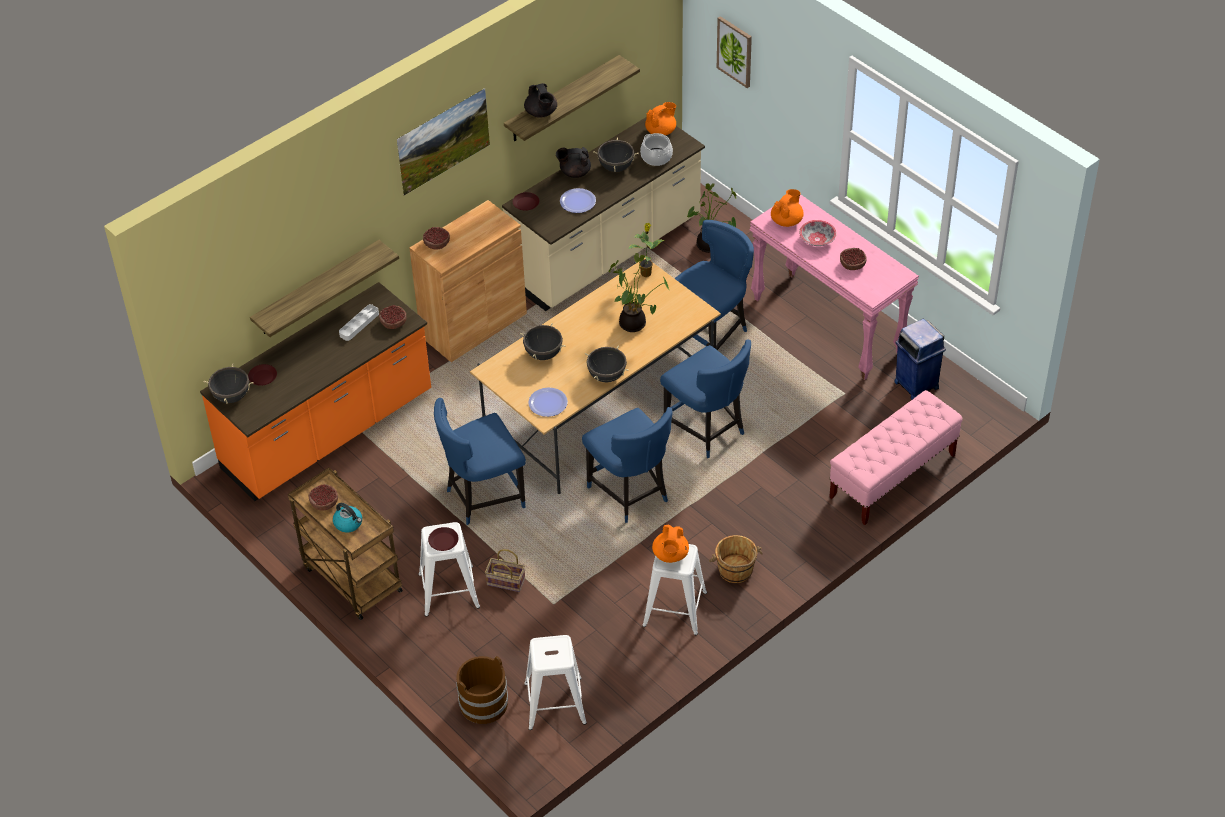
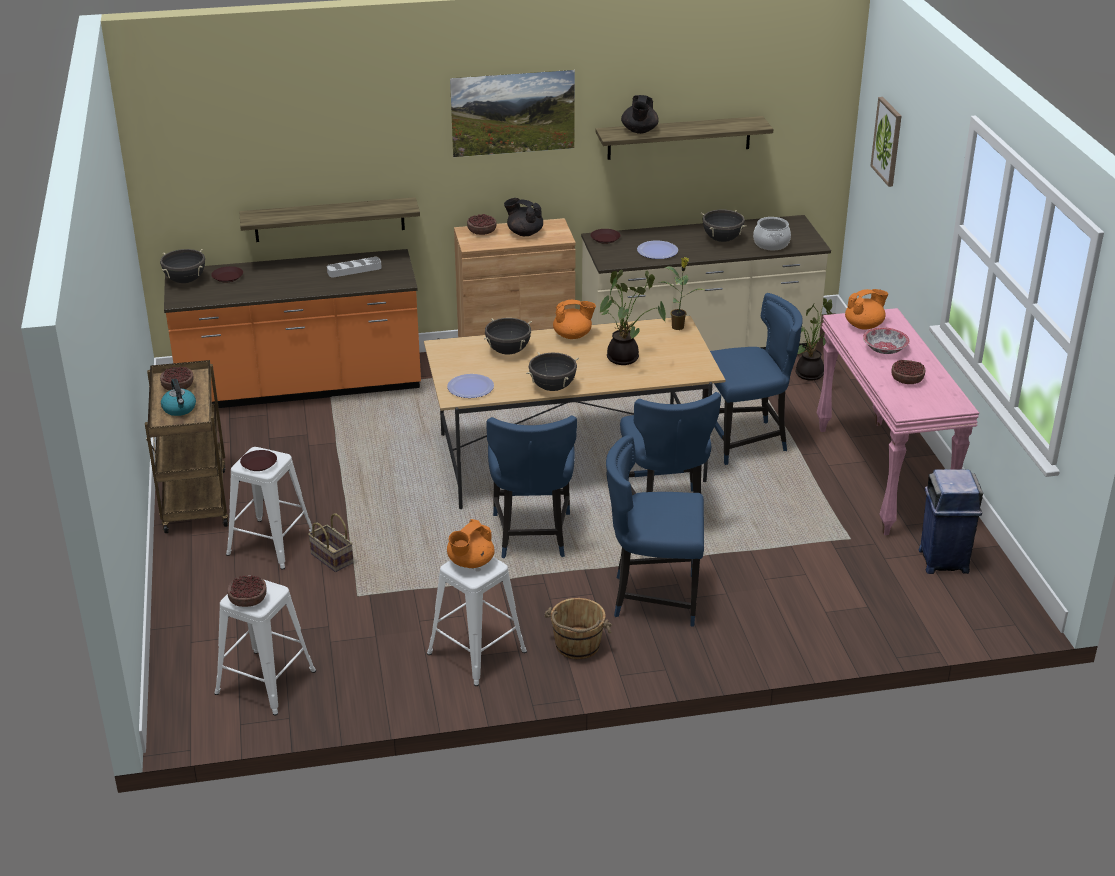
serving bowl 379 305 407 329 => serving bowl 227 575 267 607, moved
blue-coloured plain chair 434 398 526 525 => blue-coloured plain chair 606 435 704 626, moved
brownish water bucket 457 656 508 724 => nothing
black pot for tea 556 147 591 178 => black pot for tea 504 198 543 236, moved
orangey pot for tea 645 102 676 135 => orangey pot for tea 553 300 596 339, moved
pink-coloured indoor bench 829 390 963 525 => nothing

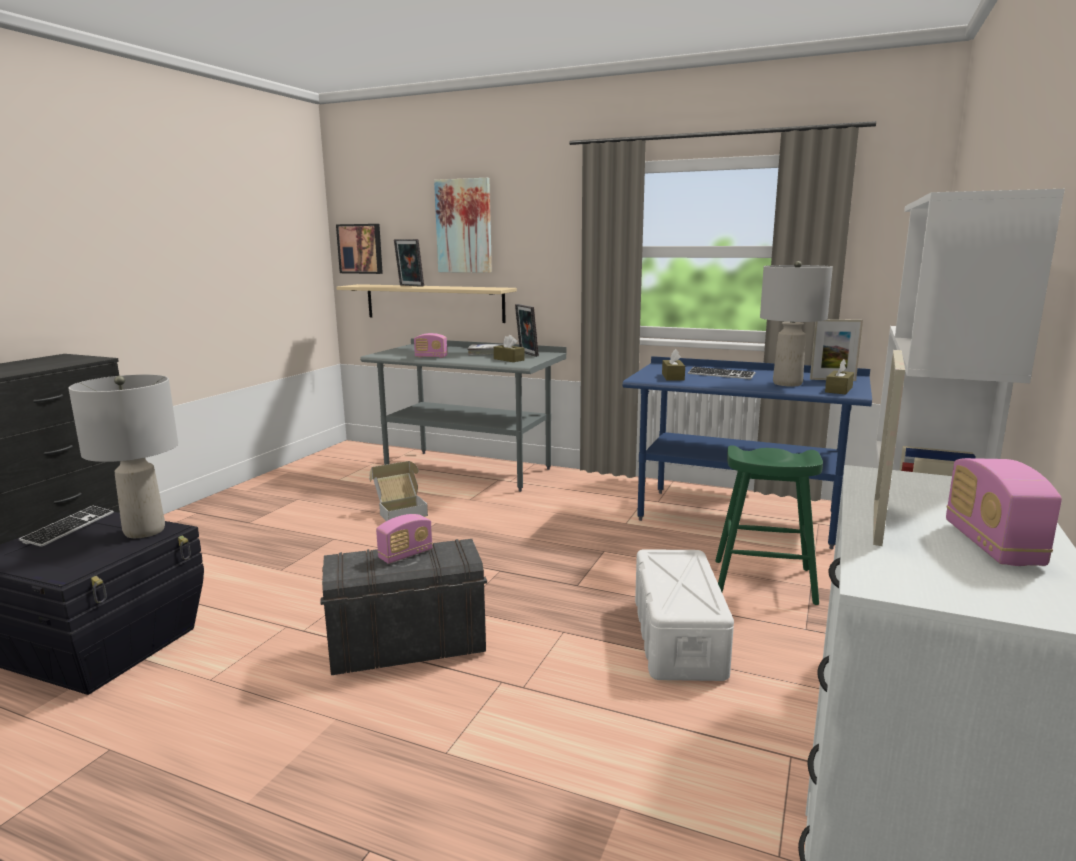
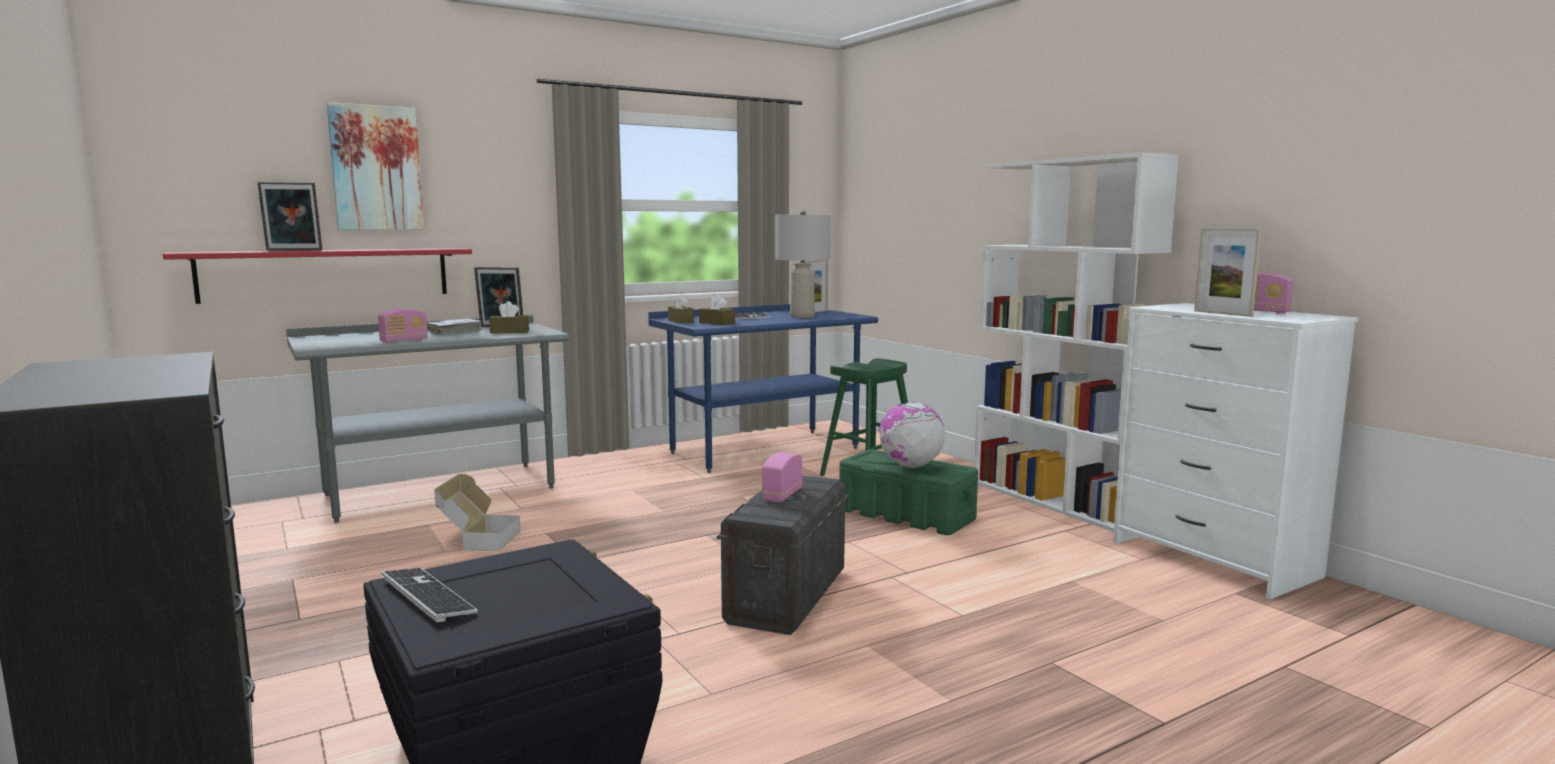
greyish lamp for a table 68 375 178 538 => nothing
picture 336 224 383 274 => nothing
beige-coloured shelf 336 284 517 323 => red-coloured shelf 163 248 472 304
radio receiver 376 514 433 564 => radio receiver 762 452 803 502, 150 degrees counterclockwise
white-coloured storage bin 635 549 734 681 => green storage bin 839 449 978 535
brownish box of tissues 825 359 854 395 => brownish box of tissues 668 294 694 324, moved
nothing => globe 879 402 945 468

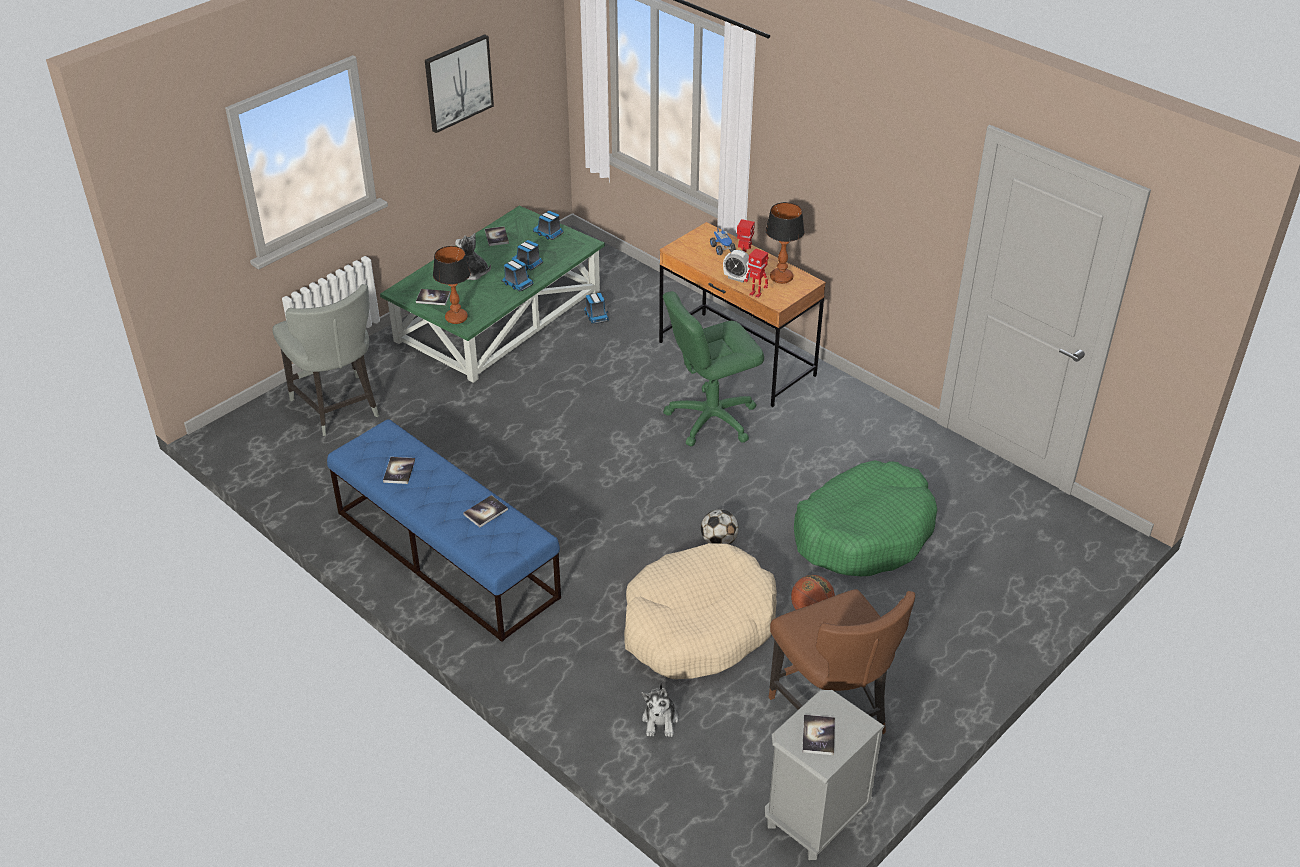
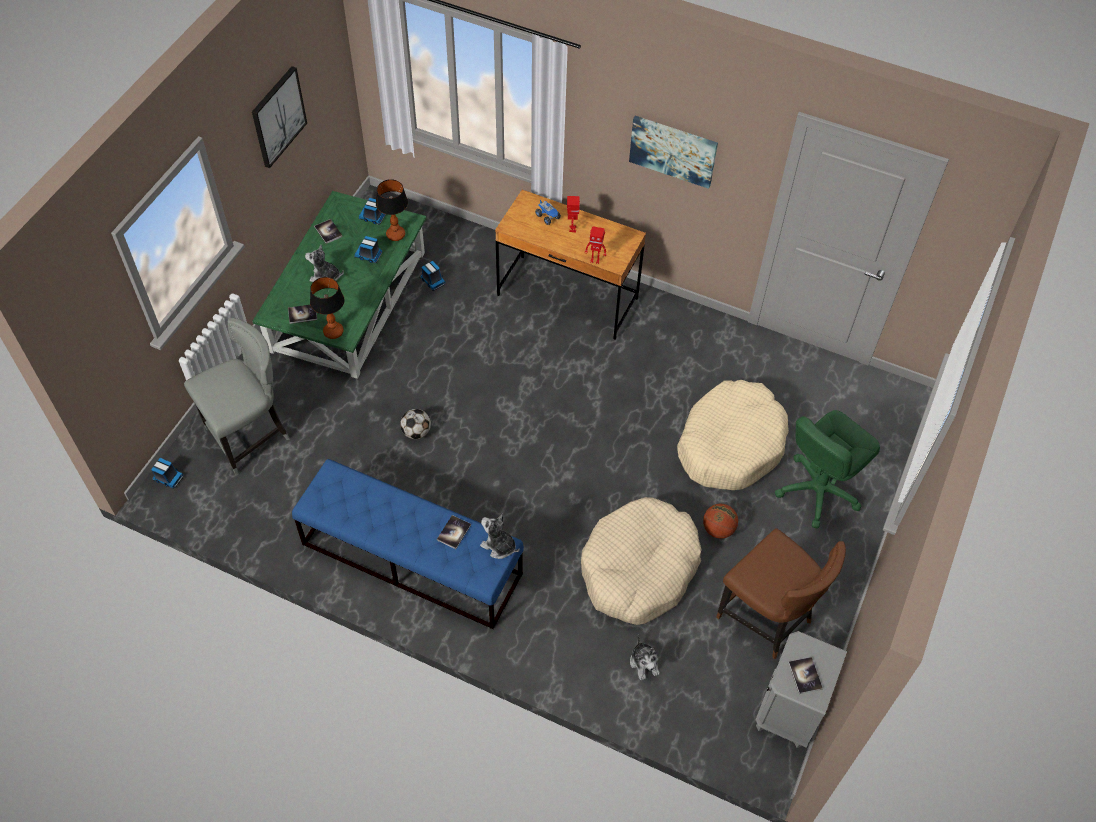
greyish plain chair 272 284 379 436 => greyish plain chair 184 318 290 475, 75 degrees counterclockwise
volume 383 457 415 484 => nothing
toy truck 502 259 533 291 => toy truck 151 458 184 489, moved
green desk chair 663 291 764 446 => green desk chair 775 410 880 529, moved
ball for football 701 509 739 545 => ball for football 400 409 431 439, moved
table clock 723 250 751 283 => nothing
lamp for a table 765 202 805 284 => lamp for a table 376 180 408 241, moved
green pet bed 794 460 937 576 => beige-coloured pet bed 677 380 789 490
nothing => cuddly toy 480 513 520 559
nothing => picture 629 116 718 189

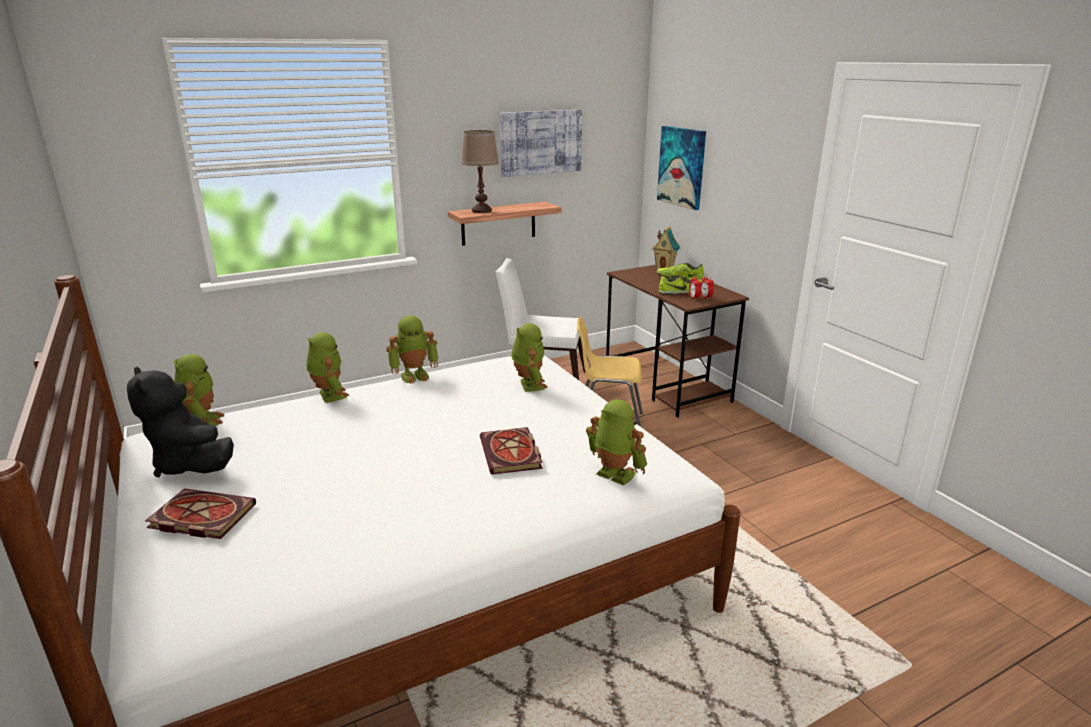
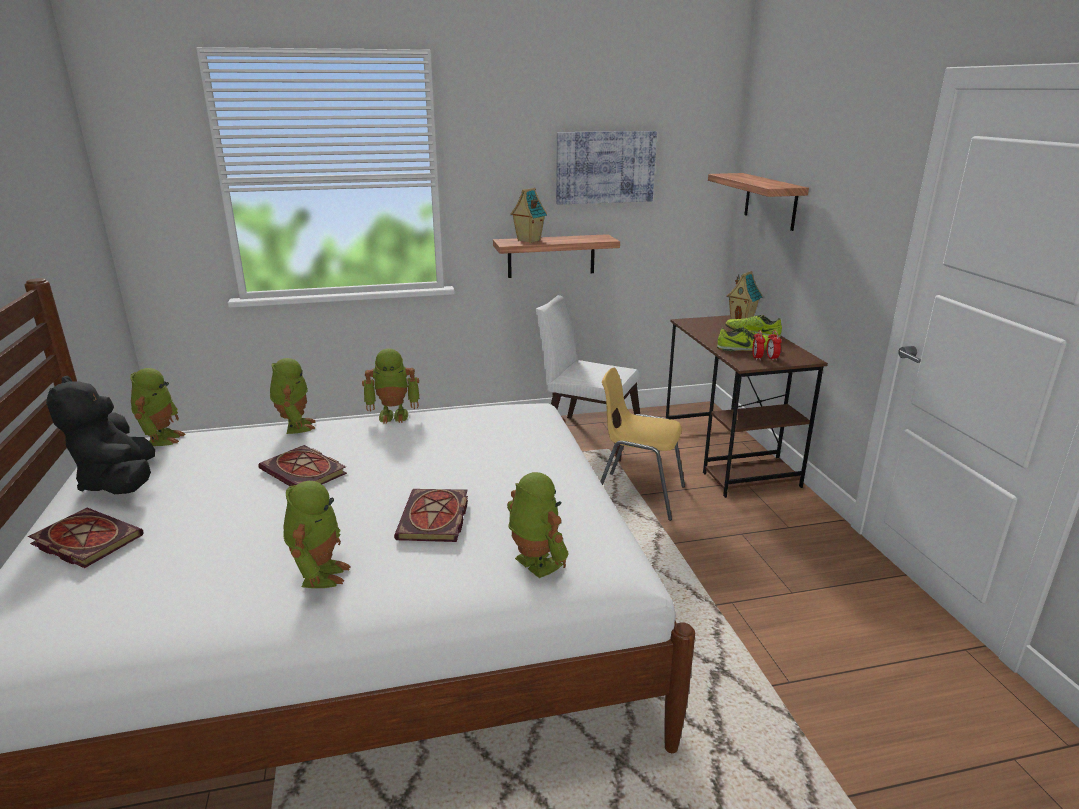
brownish lamp for a table 461 130 499 213 => toy house 510 188 547 243
model robot 511 323 548 392 => model robot 283 481 351 588, moved
picture 657 126 706 210 => shelf 708 173 809 231
nothing => volume 258 445 347 486

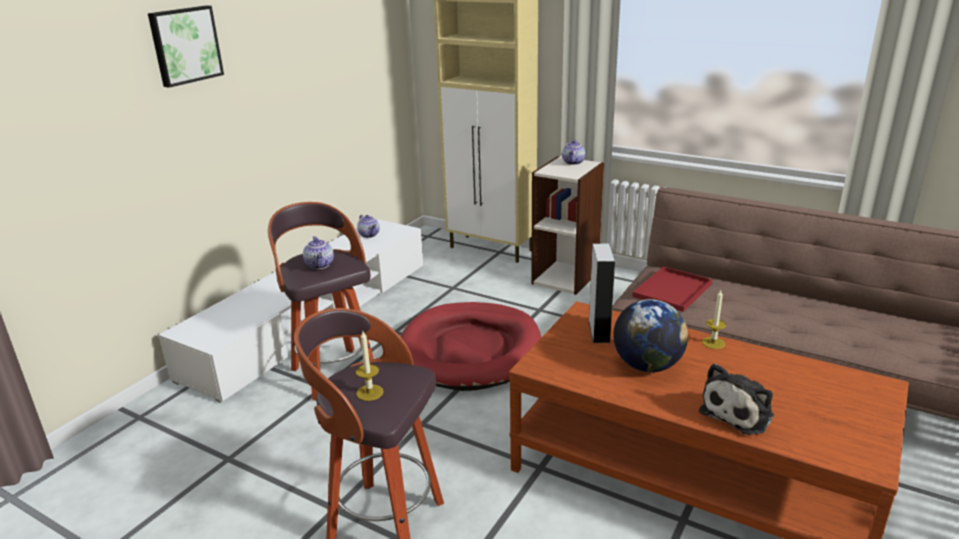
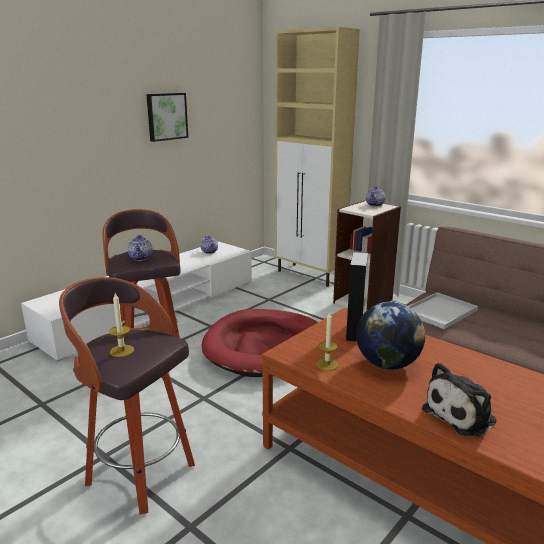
picture 148 6 224 88 => picture 146 93 188 142, moved
red-coloured serving tray 632 266 712 312 => white-coloured serving tray 408 292 478 329
wax candle 702 290 726 349 => wax candle 316 312 338 371, moved

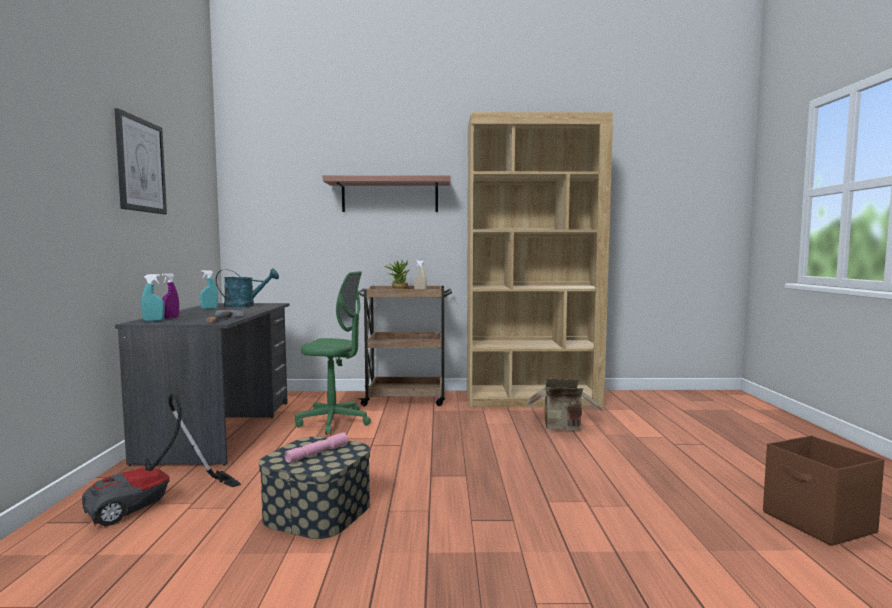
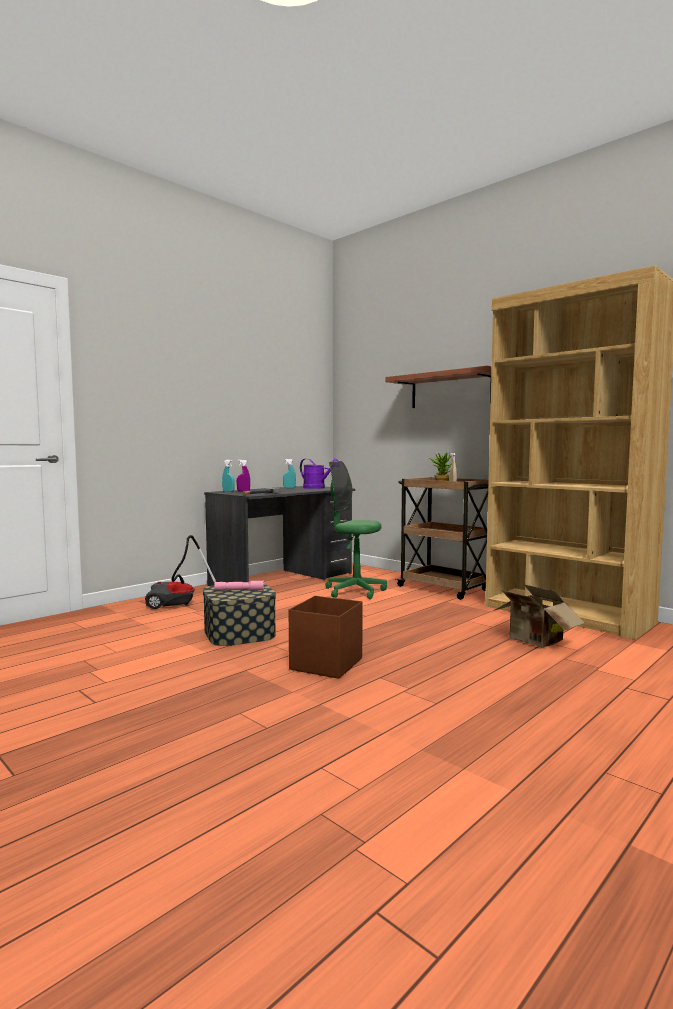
picture 115 108 167 214 => nothing
turquoise sprinkling can 215 269 279 308 => purple-coloured sprinkling can 300 458 339 489
green desk chair 295 271 371 435 => green desk chair 325 461 387 599, 150 degrees clockwise
brownish storage bin 763 436 884 546 => brownish storage bin 289 596 363 679, moved

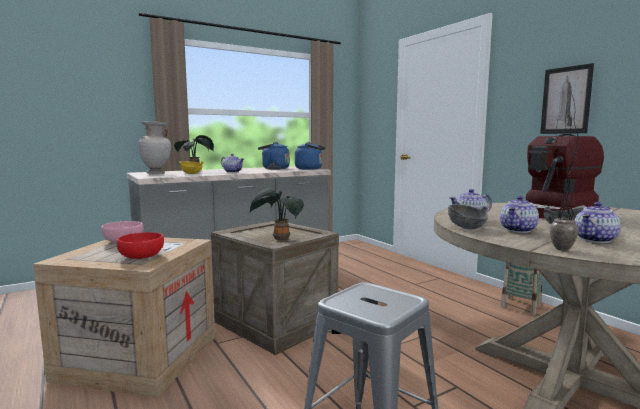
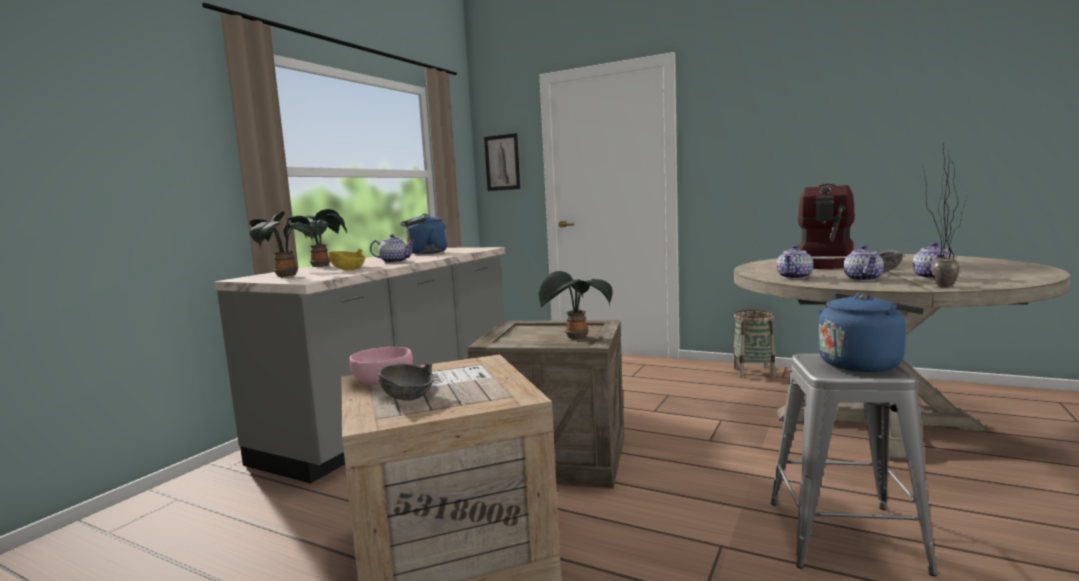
red-coloured serving bowl 117 232 164 259 => nothing
beige-coloured decorative vase 138 121 171 174 => potted plant 249 211 314 278
blue-coloured kettle 295 142 326 170 => blue-coloured kettle 817 293 924 372, moved
greyish serving bowl 448 204 488 229 => greyish serving bowl 378 362 434 401, moved
picture 540 63 594 134 => picture 484 133 520 191, moved

